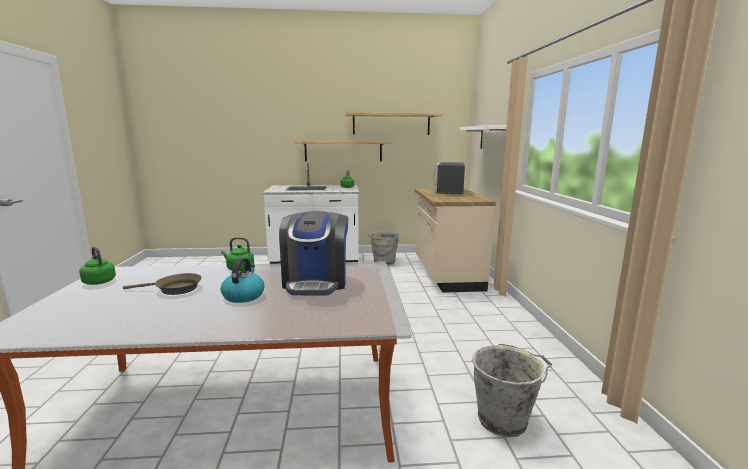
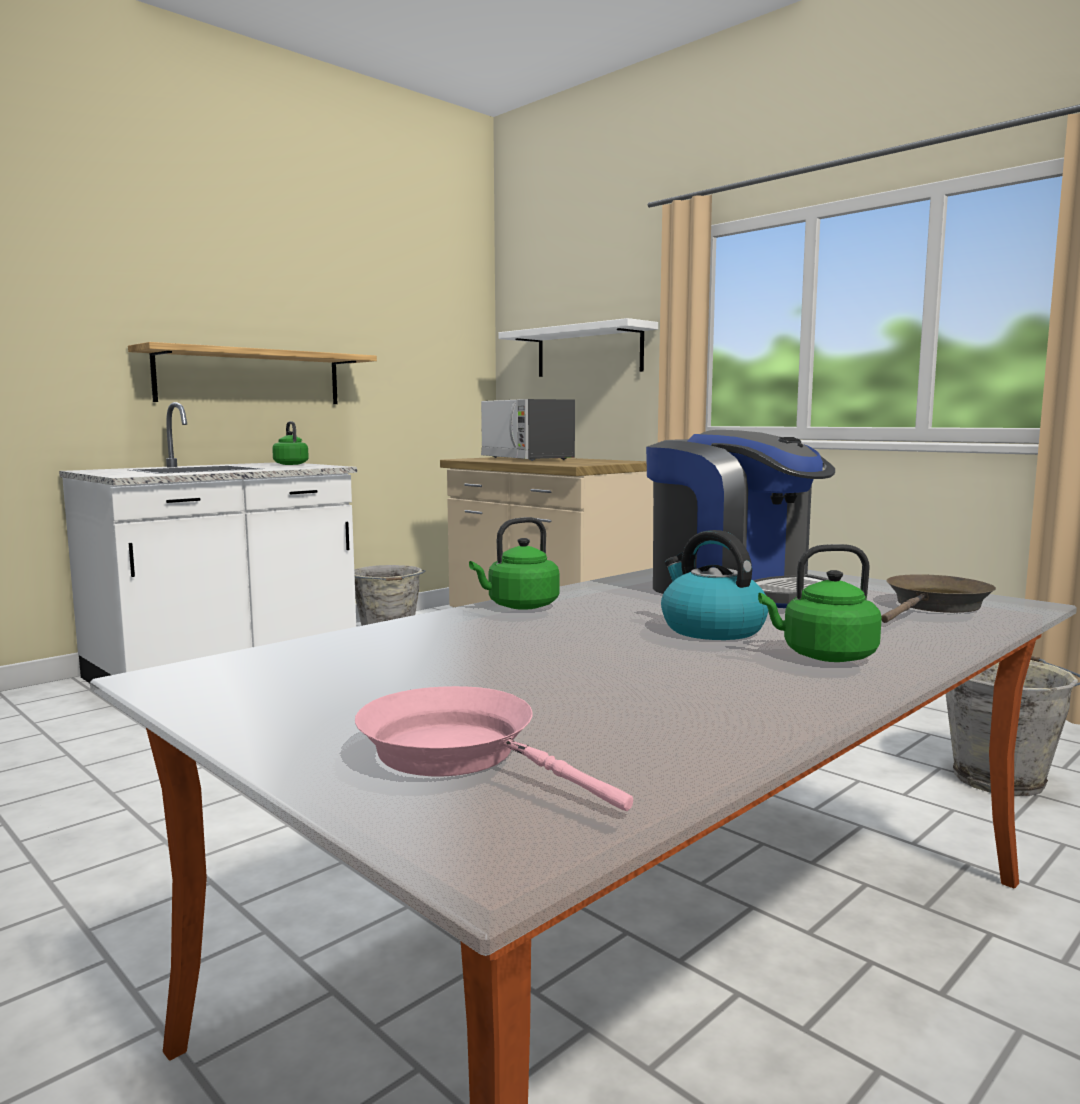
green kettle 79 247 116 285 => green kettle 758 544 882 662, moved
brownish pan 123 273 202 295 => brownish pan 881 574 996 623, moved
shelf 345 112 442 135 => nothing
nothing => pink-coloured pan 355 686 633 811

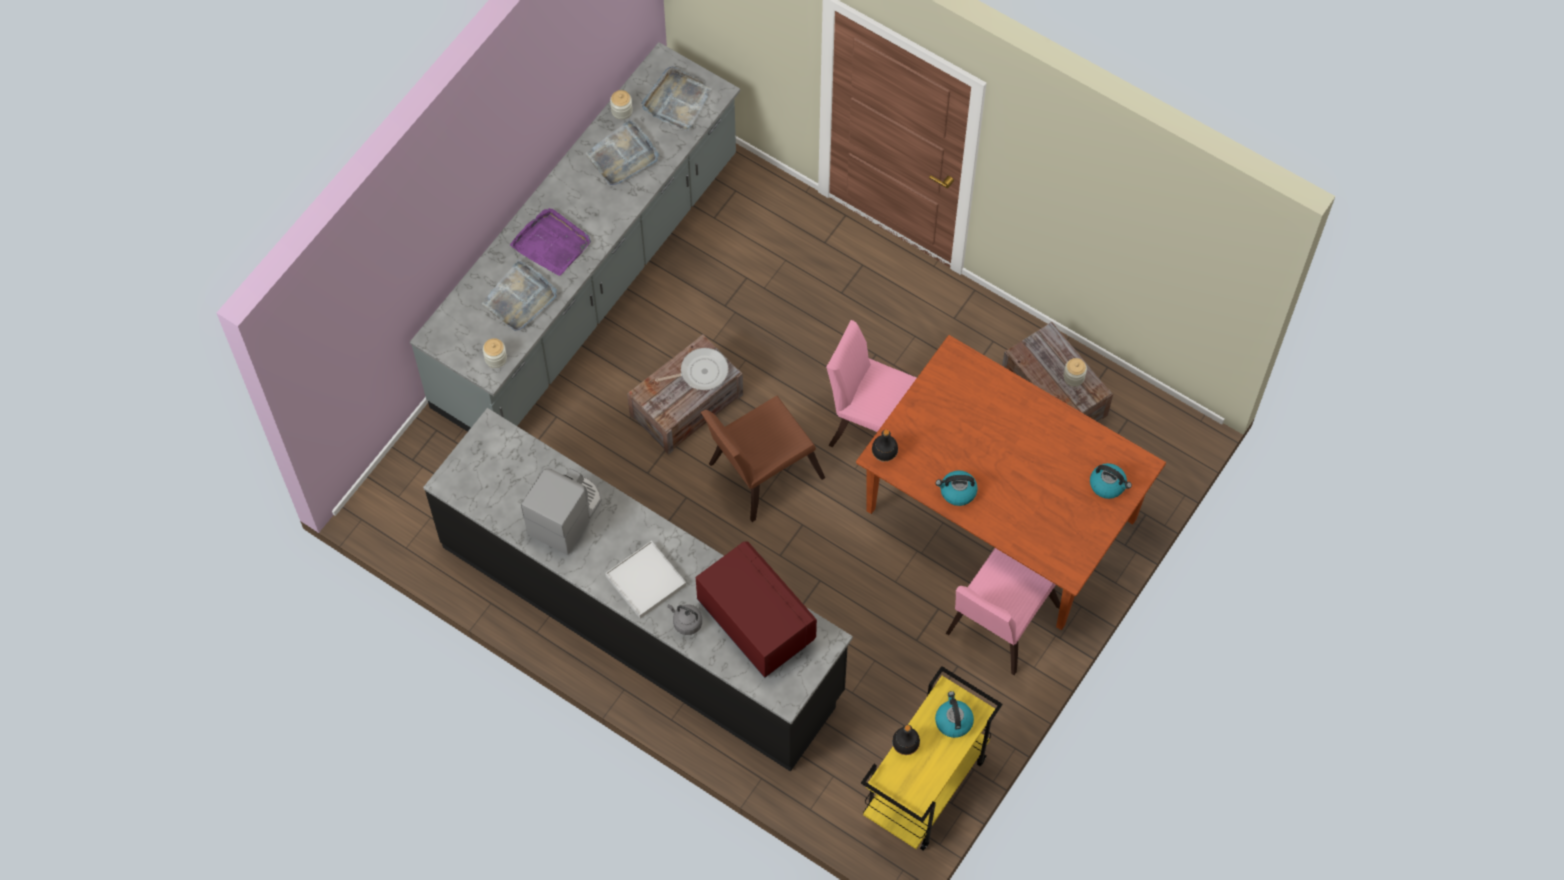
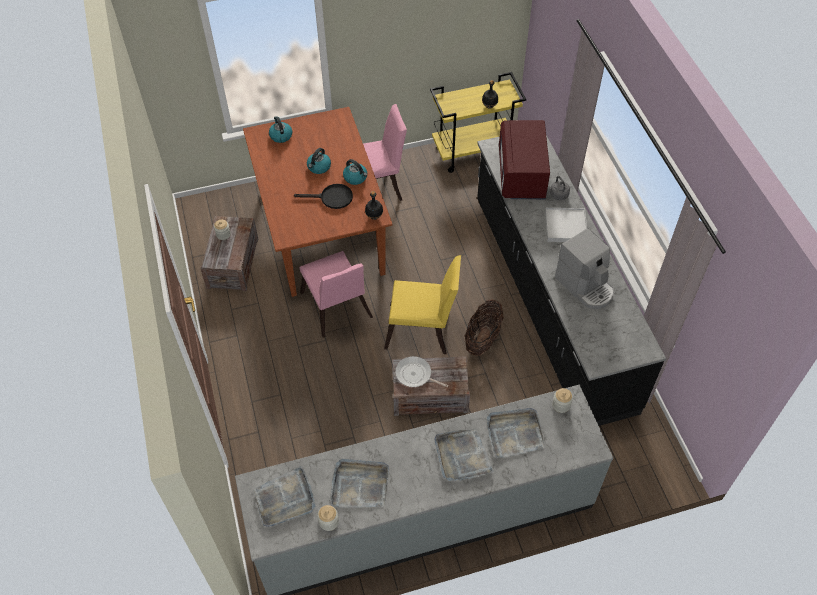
purple-coloured serving tray 510 208 591 276 => greyish serving tray 434 429 494 481
coffee maker 521 469 602 555 => coffee maker 555 228 614 309, 105 degrees counterclockwise
brownish plain chair 701 396 825 522 => yellow-coloured plain chair 384 255 461 354
kettle 935 691 974 738 => kettle 307 148 331 174, moved
nothing => black pan 294 184 353 209
nothing => basket 465 299 504 356

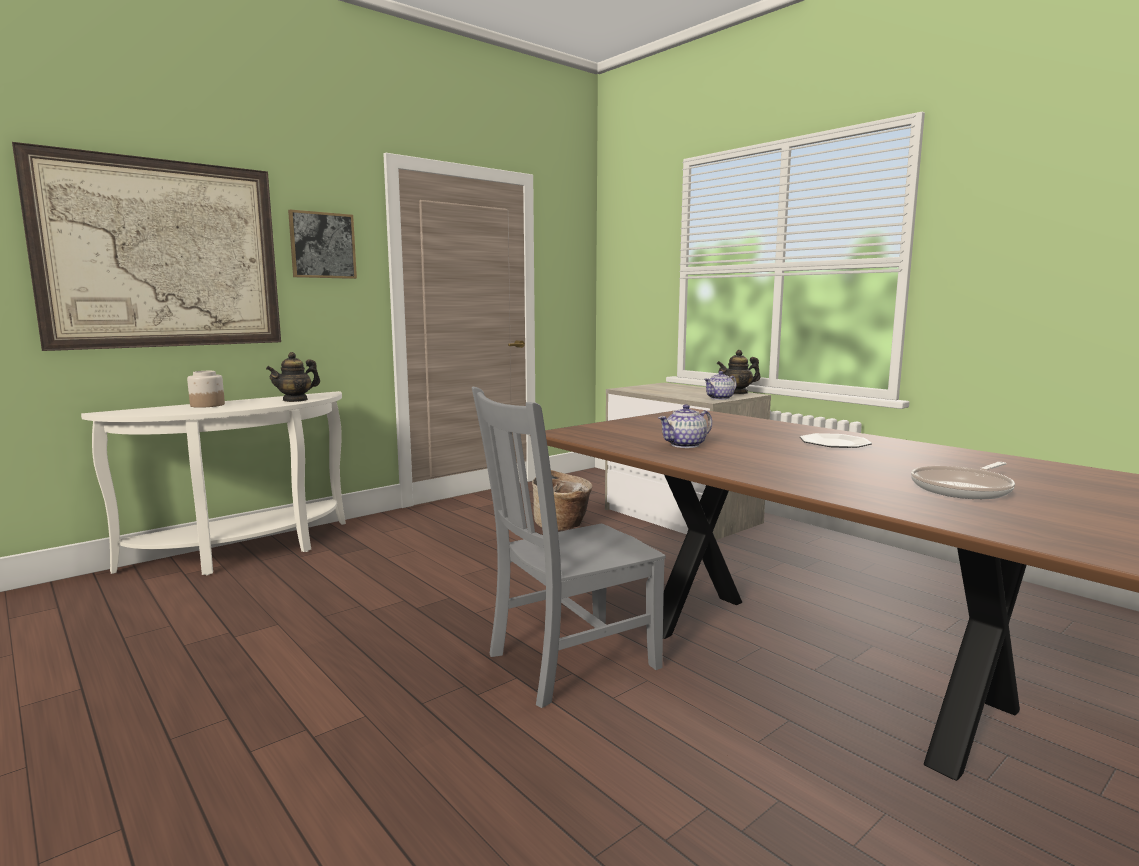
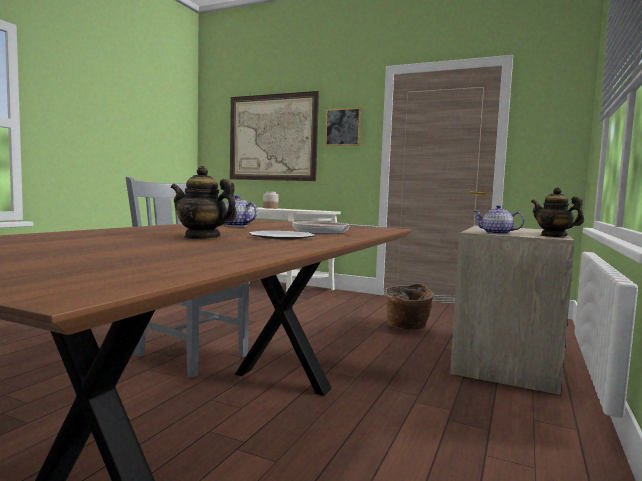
pot for tea 266 352 320 402 => pot for tea 171 166 237 239, moved
pan 911 462 1015 499 => pan 292 221 378 234, moved

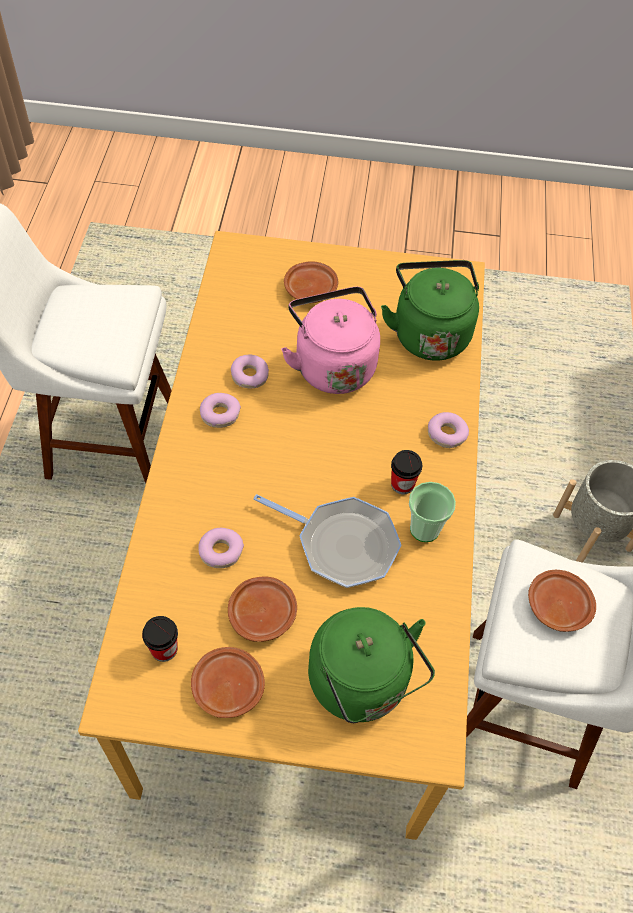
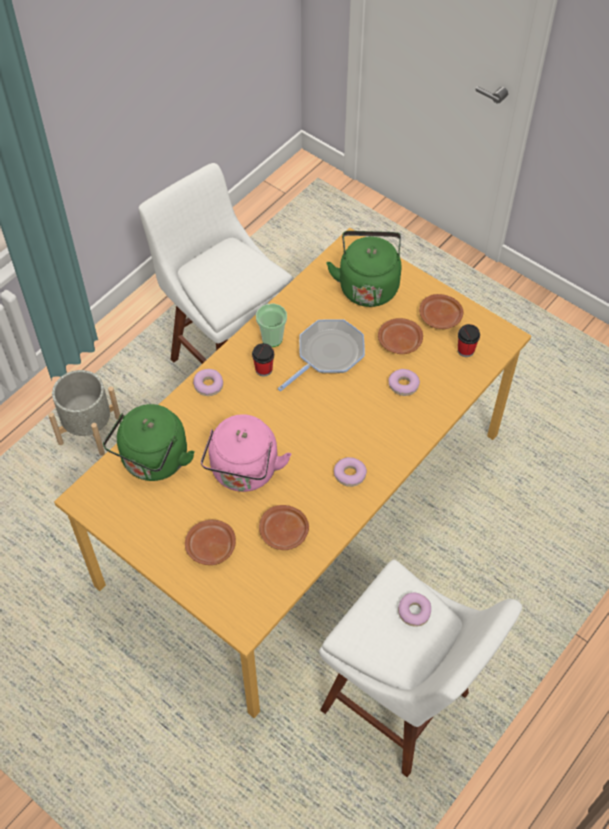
ring doughnut 231 355 269 388 => ring doughnut 398 592 431 627, moved
pan 253 494 401 588 => pan 278 319 365 391, 75 degrees clockwise
brownish dinner plate 528 570 596 632 => brownish dinner plate 259 505 309 550, moved

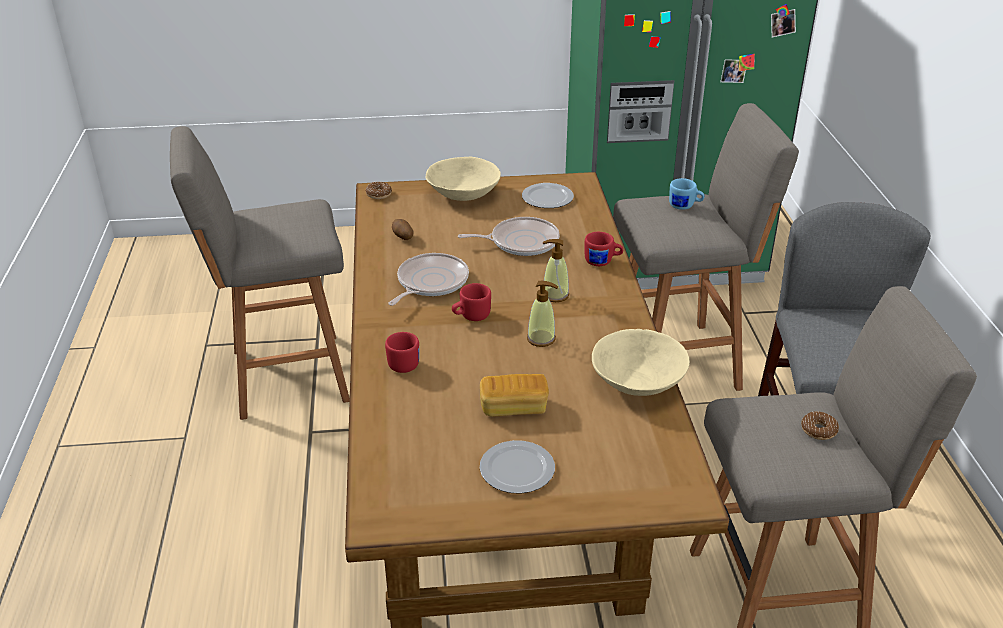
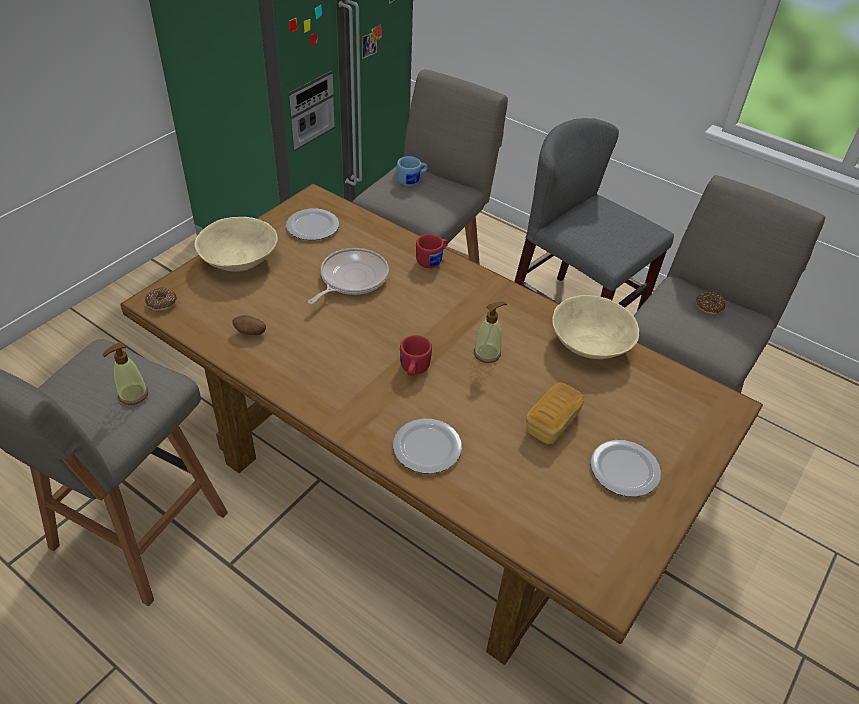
red-coloured coffee mug 385 332 419 373 => dinner plate 393 419 462 474
pan 388 253 469 306 => nothing
soap dispenser 543 239 569 302 => soap dispenser 102 342 148 405, moved

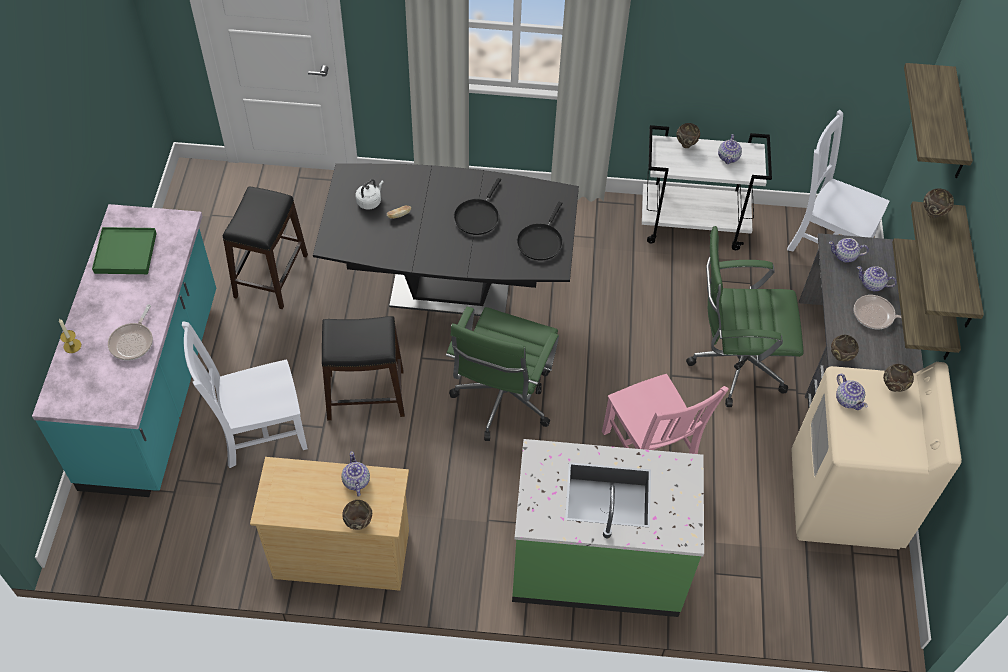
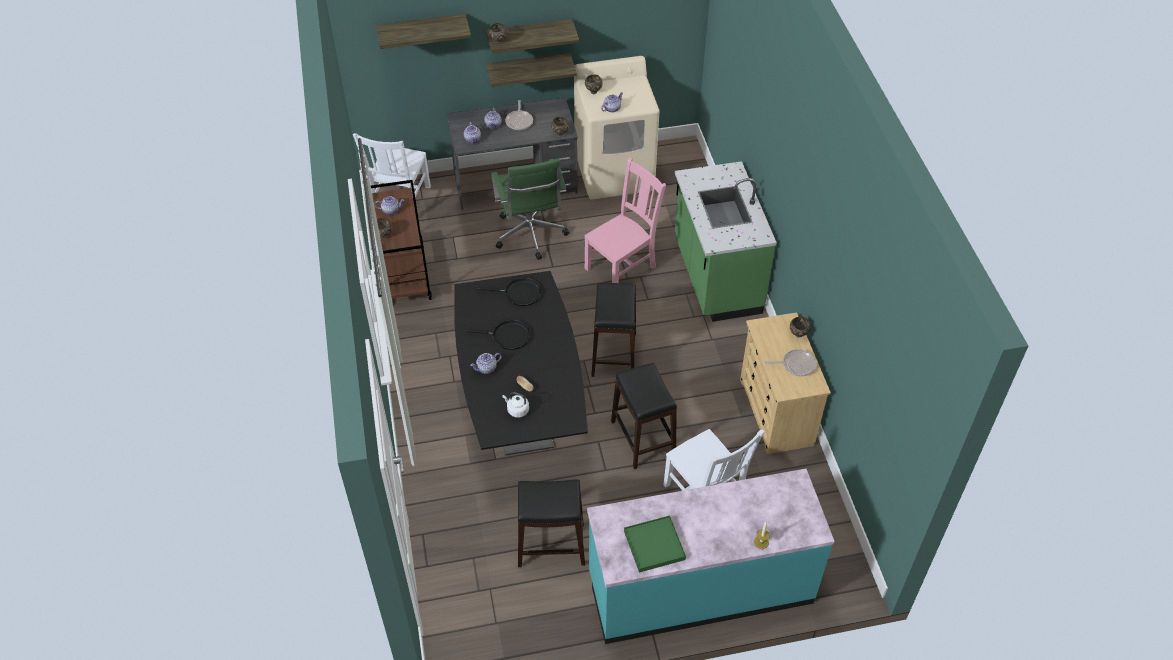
pan 108 304 153 360 => pan 765 349 817 376, moved
pot for tea 341 451 370 497 => pot for tea 470 353 502 374, moved
green desk chair 446 307 559 441 => black sitting stool 591 283 636 377
white-coloured wheeled cart 642 125 772 250 => brownish wheeled cart 371 180 432 300

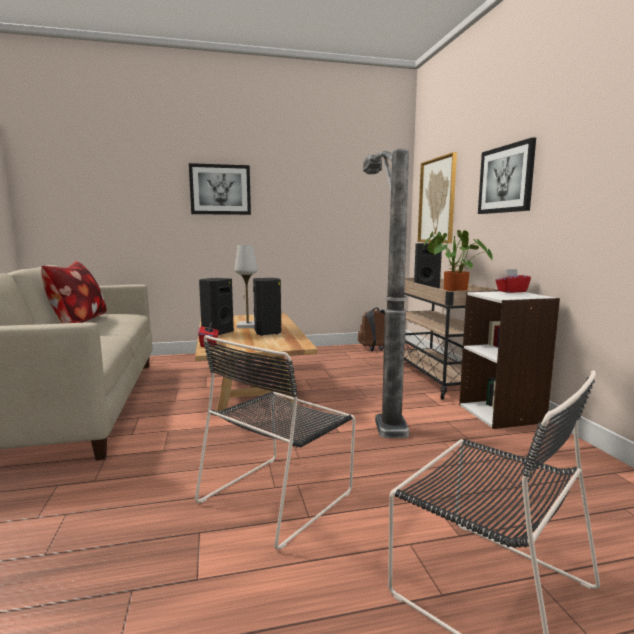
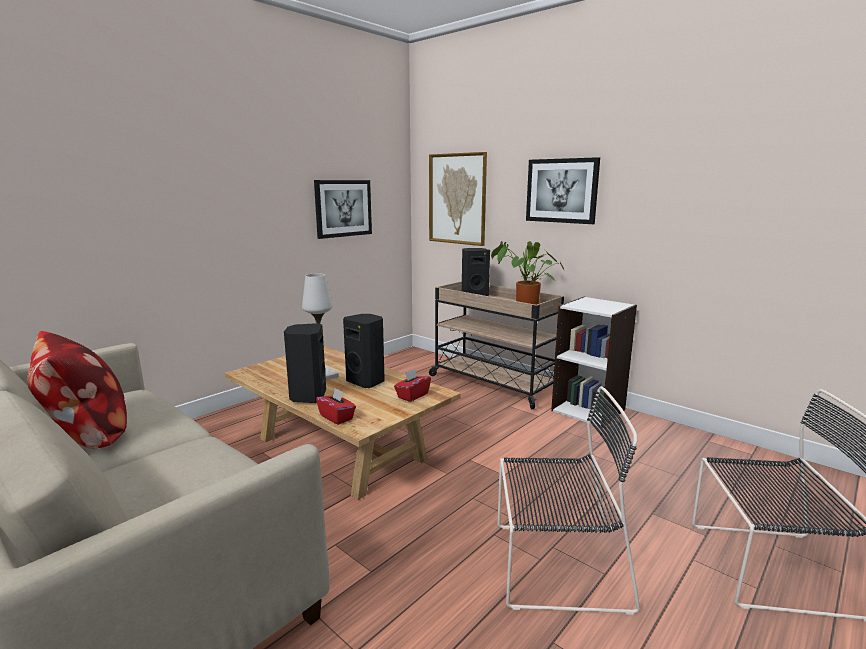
picture 189 163 251 215 => picture 314 180 372 239, moved
black plain chair 195 335 356 550 => black plain chair 498 386 640 615, 90 degrees counterclockwise
brownish knapsack 358 307 385 351 => nothing
floor lamp 363 149 409 438 => nothing
red-coloured box of tissues 495 269 531 293 => red-coloured box of tissues 394 369 431 402, moved

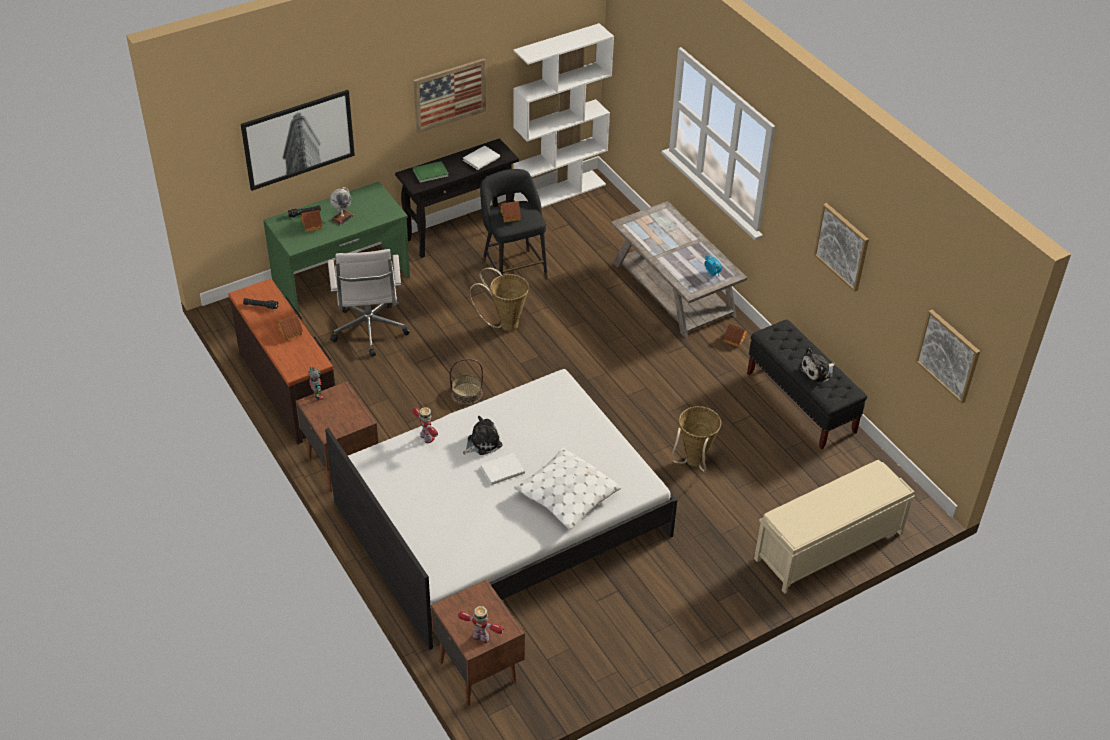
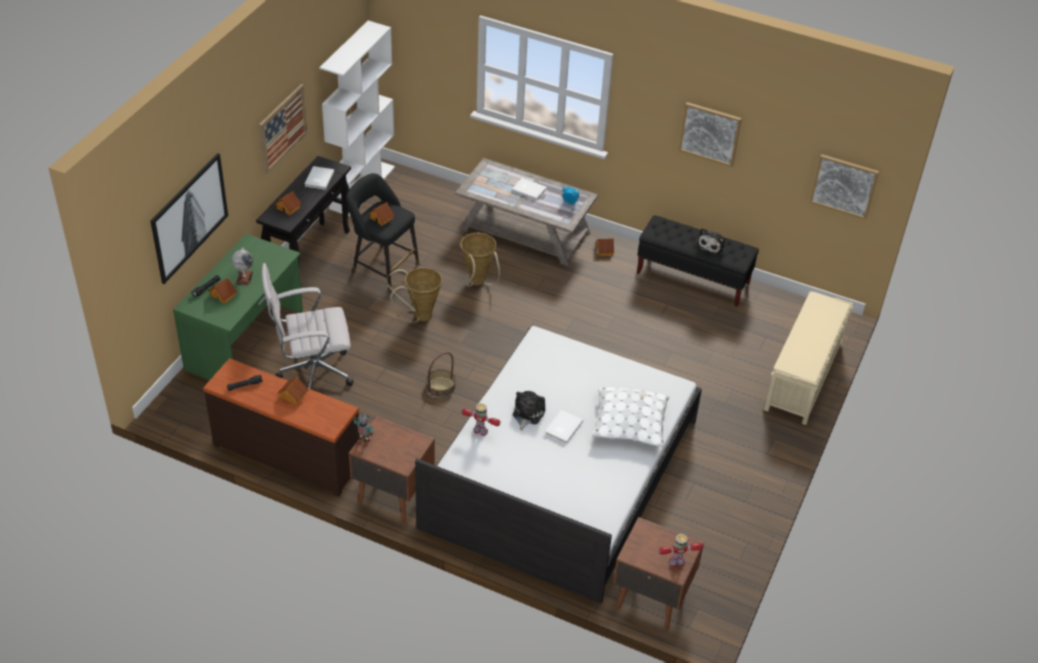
white-coloured desk chair 328 249 410 357 => white-coloured desk chair 262 263 354 389, 120 degrees clockwise
green volume 413 161 449 183 => toy house 274 191 302 216
basket 671 406 721 472 => basket 461 233 500 287, moved
nothing => white-coloured volume 512 178 547 200

